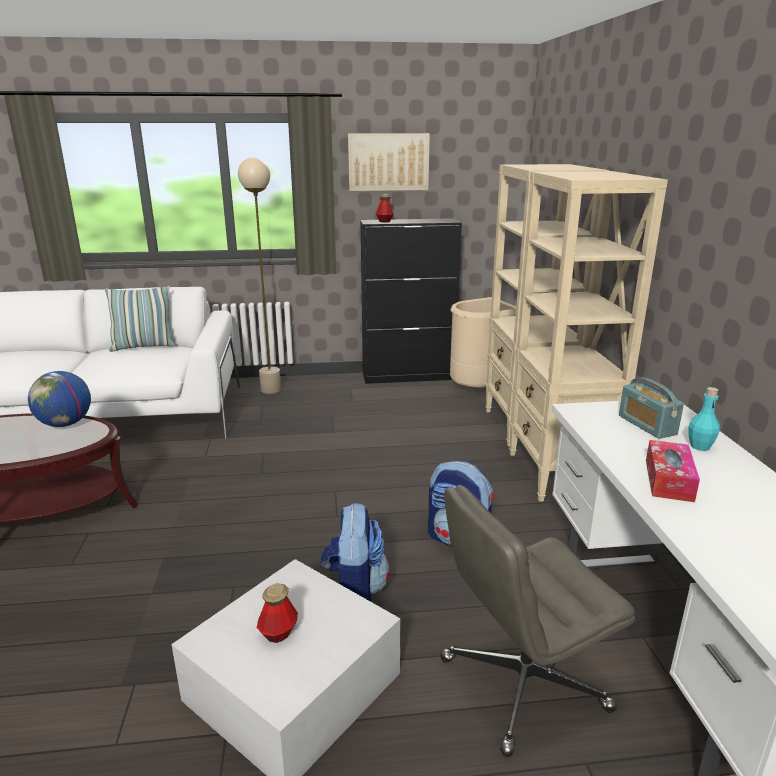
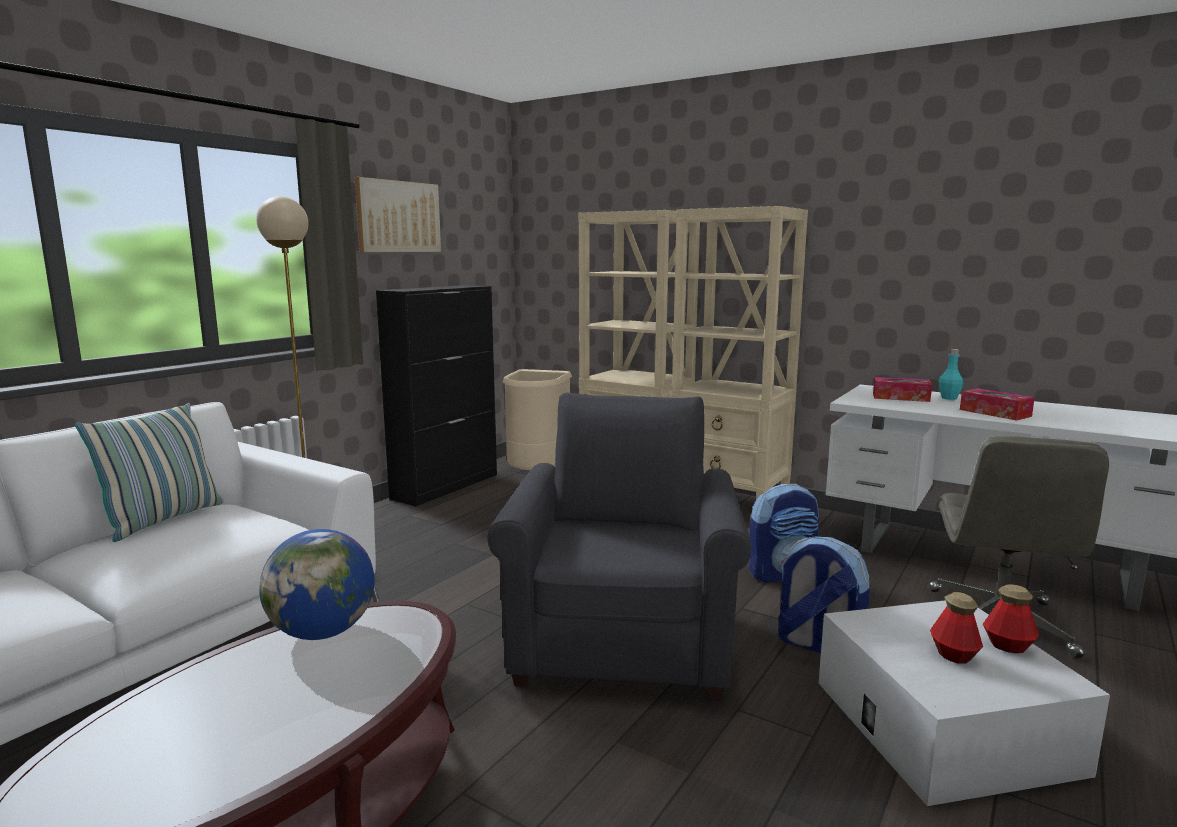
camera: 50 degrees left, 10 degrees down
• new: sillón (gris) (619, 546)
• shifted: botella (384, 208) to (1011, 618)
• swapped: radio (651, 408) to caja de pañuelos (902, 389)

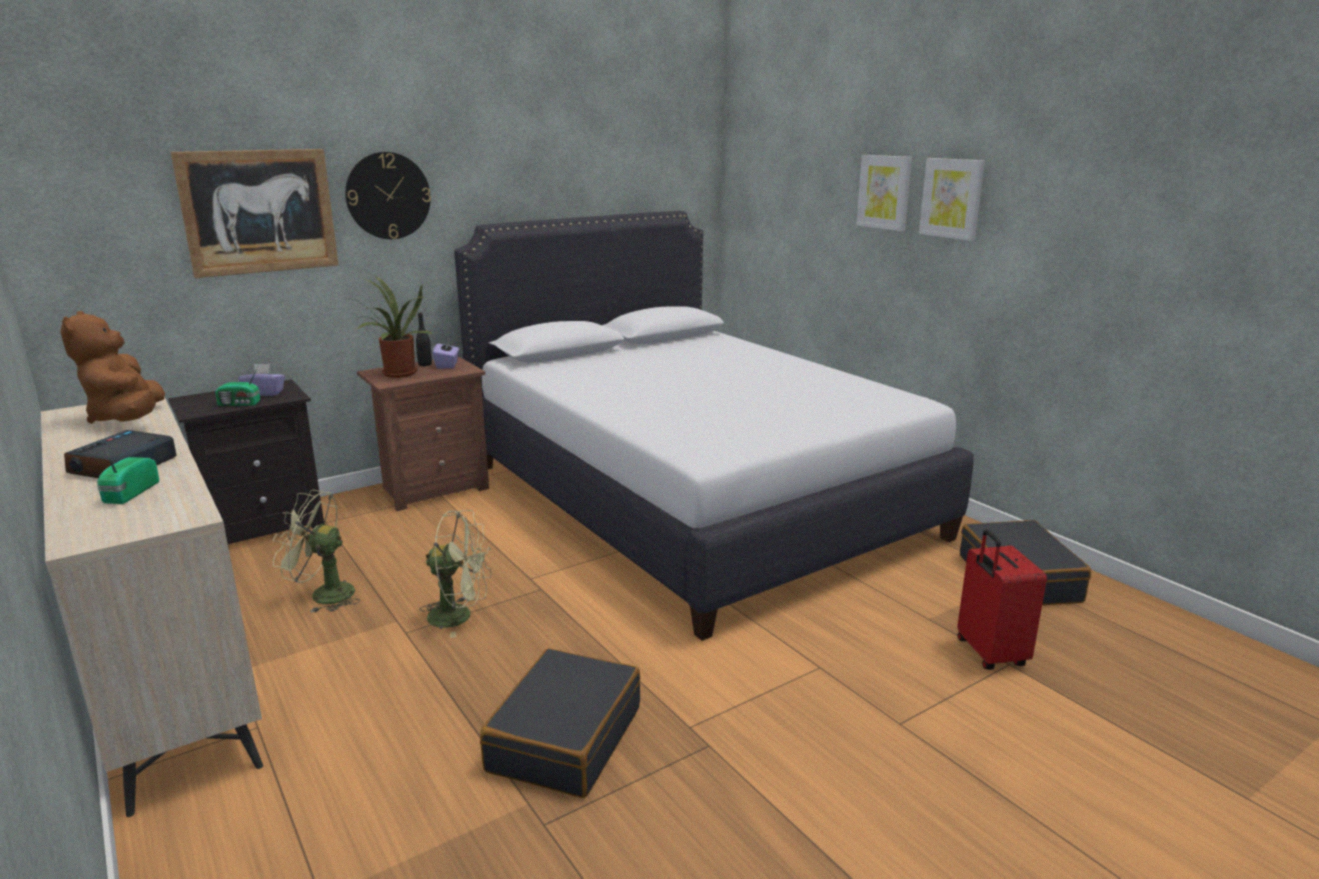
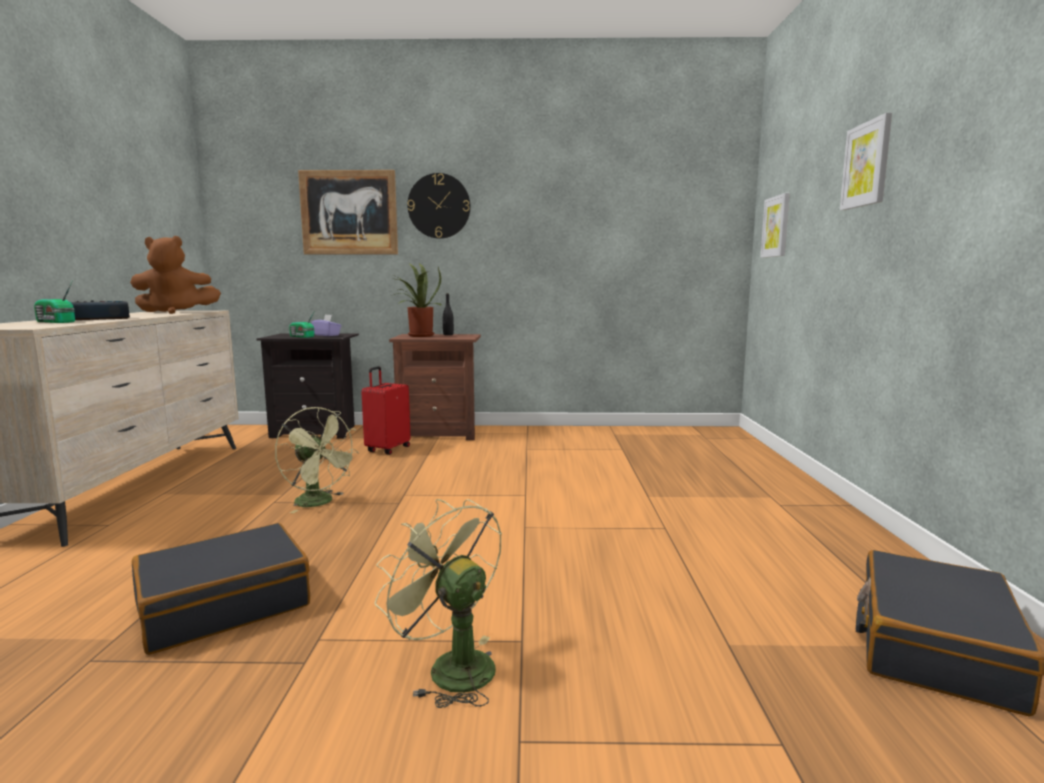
camera: 35 degrees right, 10 degrees down
• gone: caja de pañuelos (morado) (446, 353)
• gone: cama (blanco) (713, 426)
• shifted: ventilador (verde) (316, 551) to (438, 603)
• shifted: cuadro (952, 199) to (775, 225)
• shifted: maleta (rojo) (1002, 599) to (386, 410)
• rotated: peluche (marrón) (112, 367) = (175, 275) 120 degrees counterclockwise
• rotated: radio (128, 477) = (54, 302) 105 degrees counterclockwise

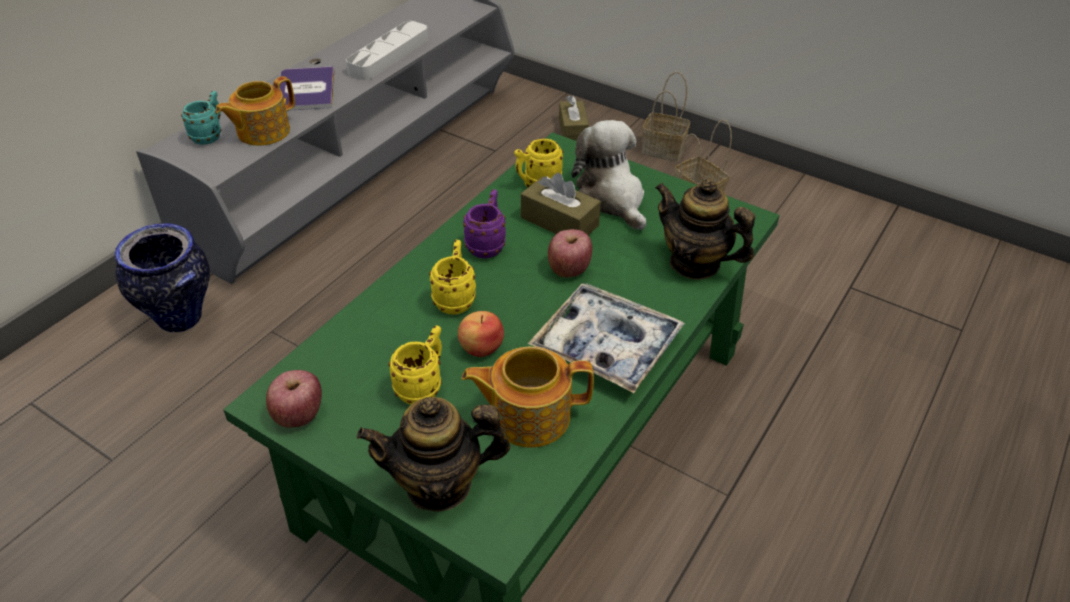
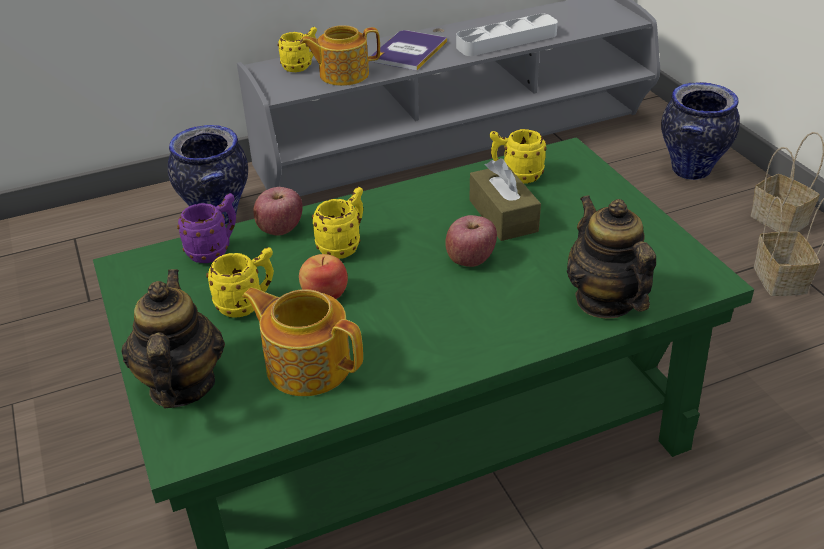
camera: 35 degrees right, 5 degrees down
• gone: bandeja (606, 338)
• gone: peluche (609, 175)
• shifted: manzana (294, 399) to (278, 211)
• shifted: taza grande (morado) (484, 223) to (206, 228)
• swapped: caja de pañuelos (marrón) (574, 118) to florero (700, 131)
• repainted: taza grande (turquesa) (201, 118) to taza grande (amarillo) (297, 49)
• rotated: tetera (433, 454) = (173, 339) 60 degrees clockwise

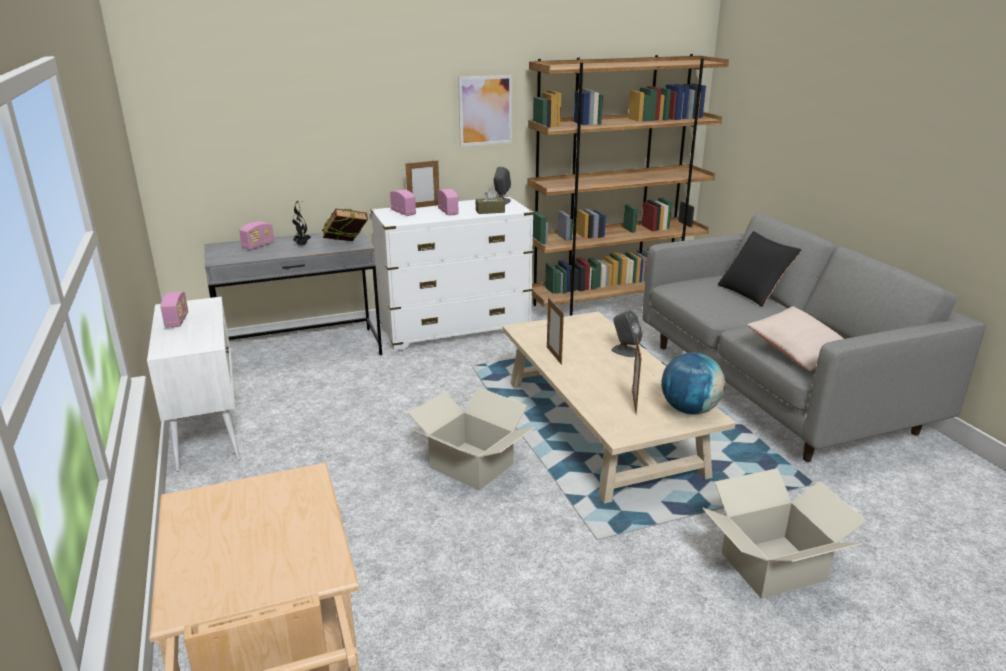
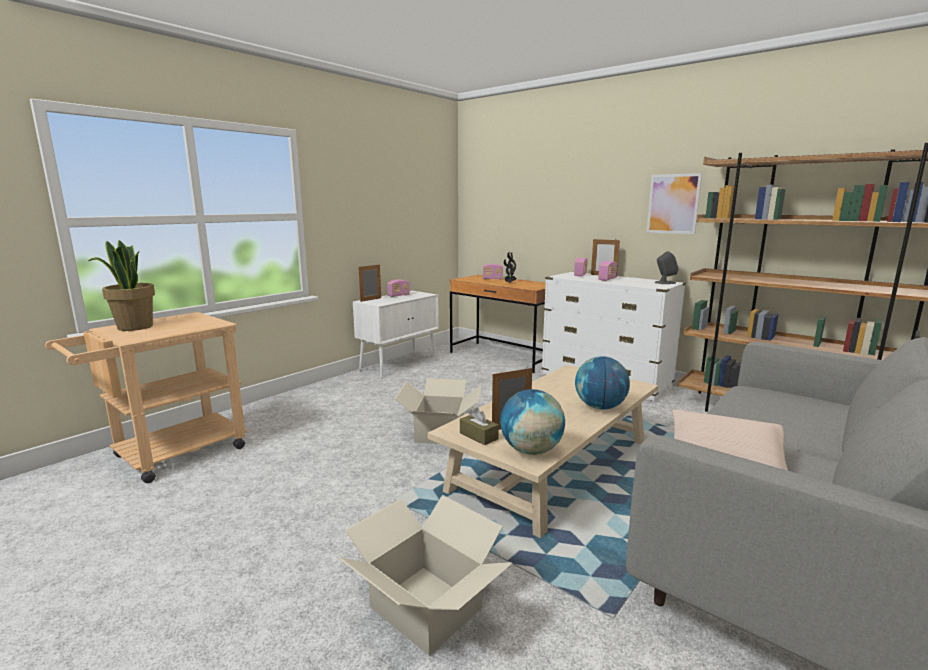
camera: 60 degrees right, 10 degrees down
• gone: libro (345, 224)
• gone: cojín (negro) (760, 269)
• new: planta en maceta (122, 285)
• shifted: caja de pañuelos (marrón) (490, 201) to (479, 426)
• shifted: portarretratos (555, 331) to (369, 283)
• swapped: altavoz (gris) (627, 333) to globo terráqueo (602, 383)
• repainted: escritorio (gris) (293, 292) to escritorio (marrón) (498, 324)

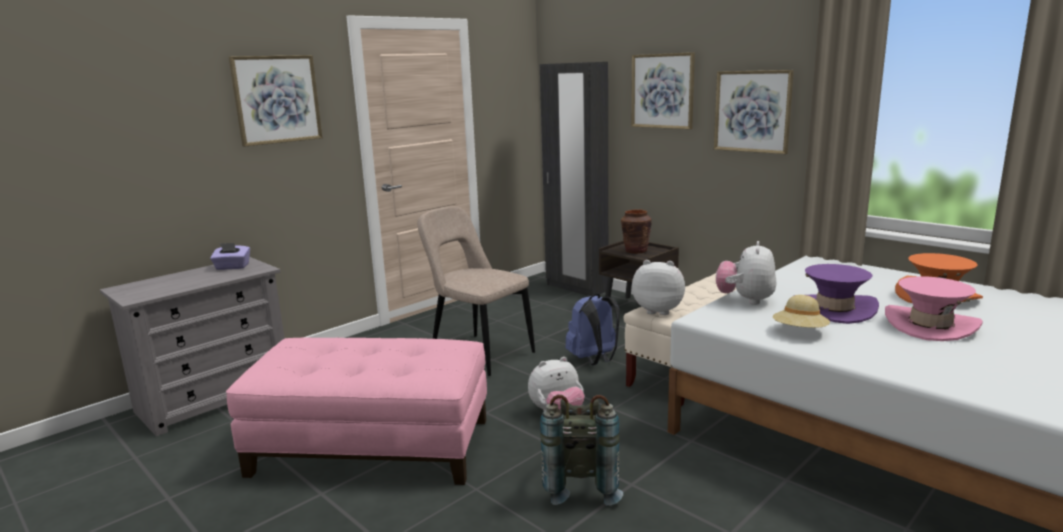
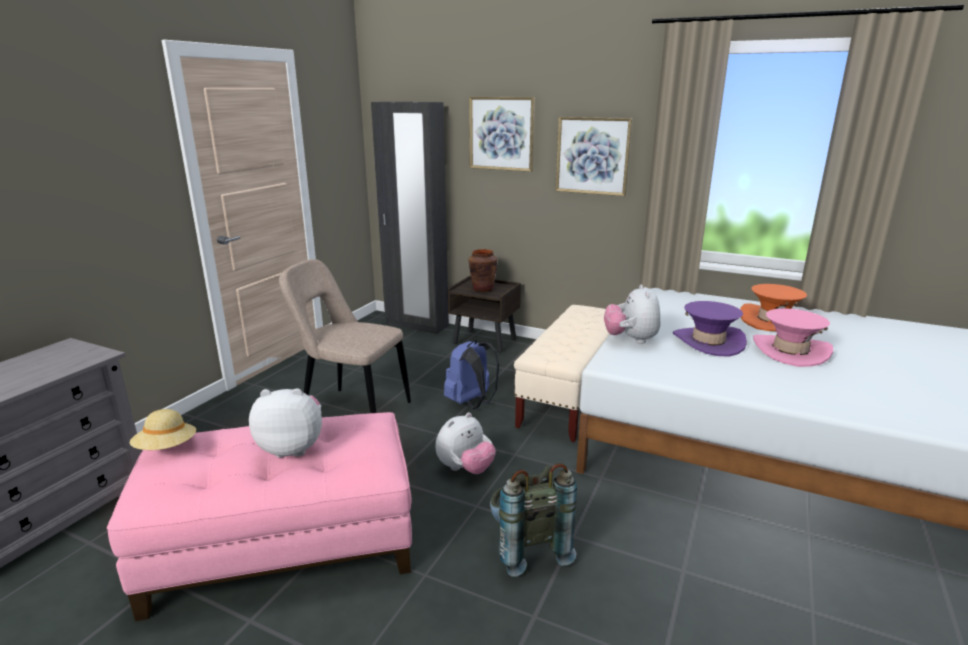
camera: 20 degrees left, 5 degrees up
• gone: caja de pañuelos (morado) (230, 256)
• gone: cuadro (275, 101)
• shifted: peluche (658, 287) to (285, 422)
• shifted: sombrero (beis) (801, 311) to (163, 429)

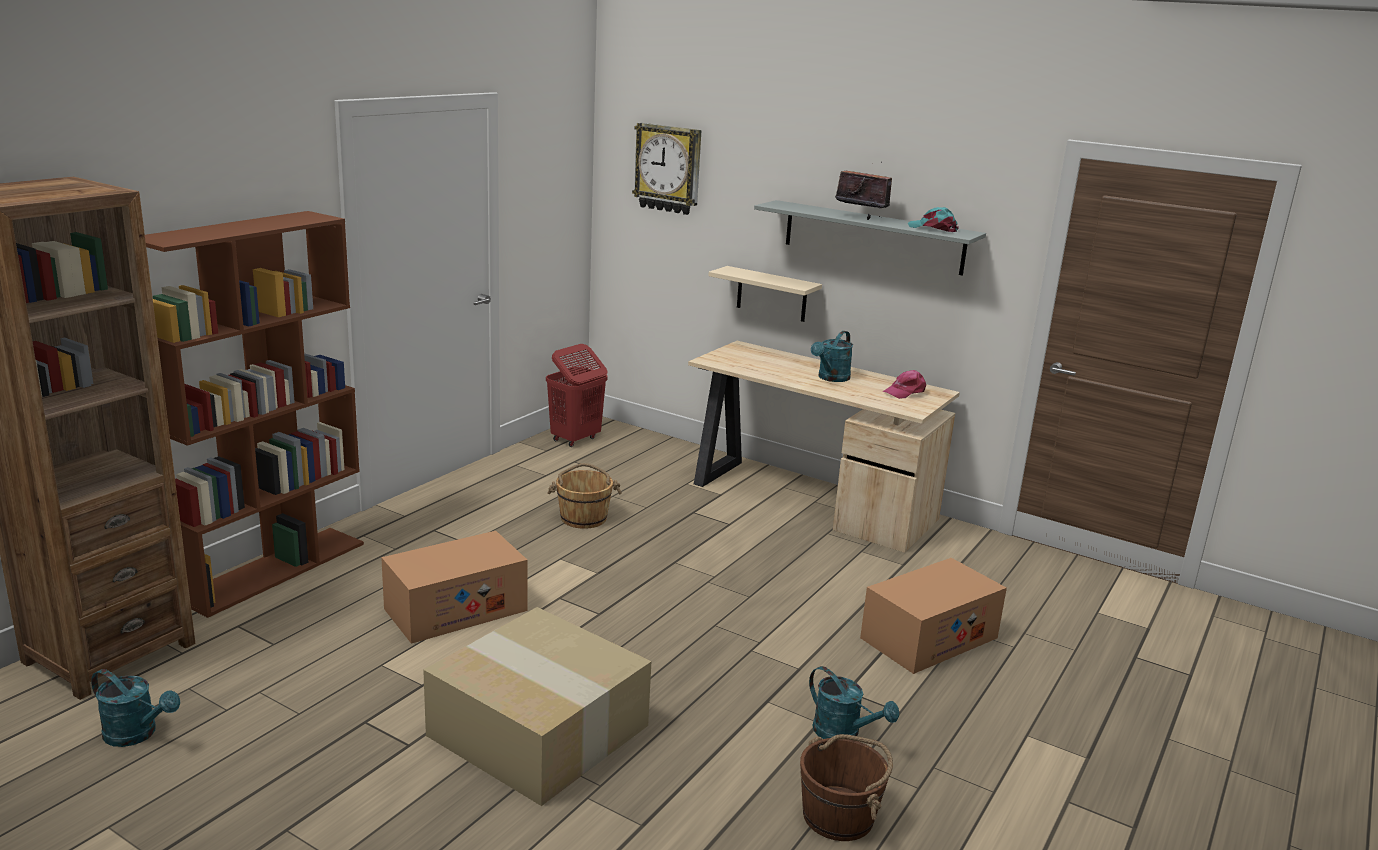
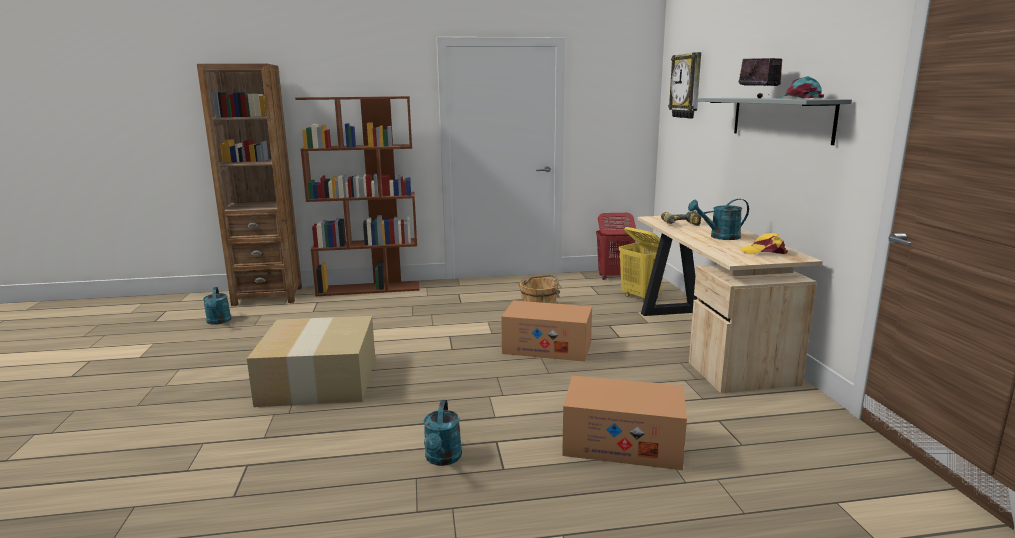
camera: 50 degrees right, 5 degrees down
• gone: estante (beis) (765, 294)
• gone: cubo (marrón) (846, 787)
• new: cesto de la ropa (amarillo) (641, 264)
• new: taladro (681, 218)
• shifted: caja de cartón (454, 587) to (546, 331)
• repainted: gorra (rosa) (904, 384) to gorra (amarillo) (764, 244)

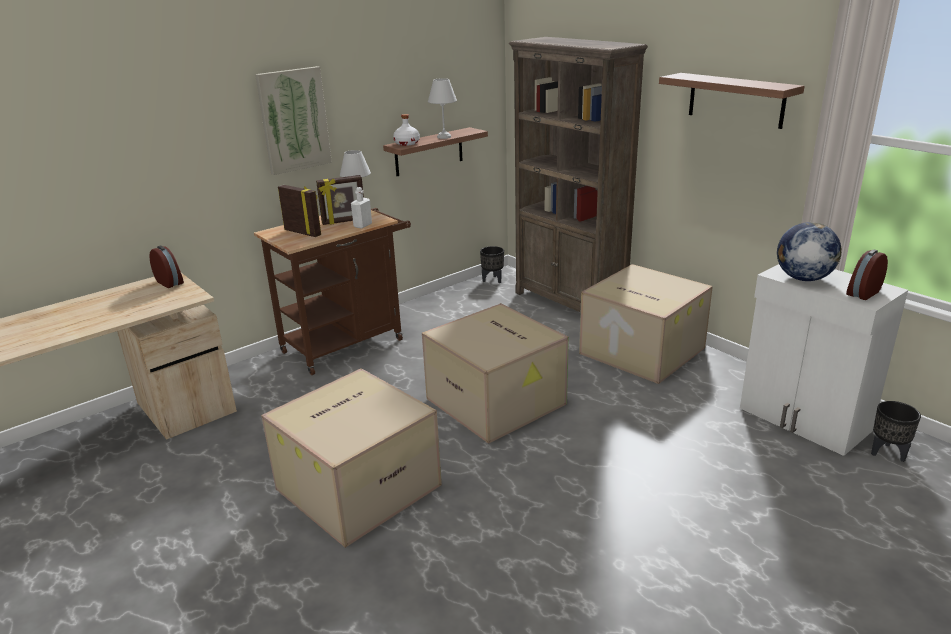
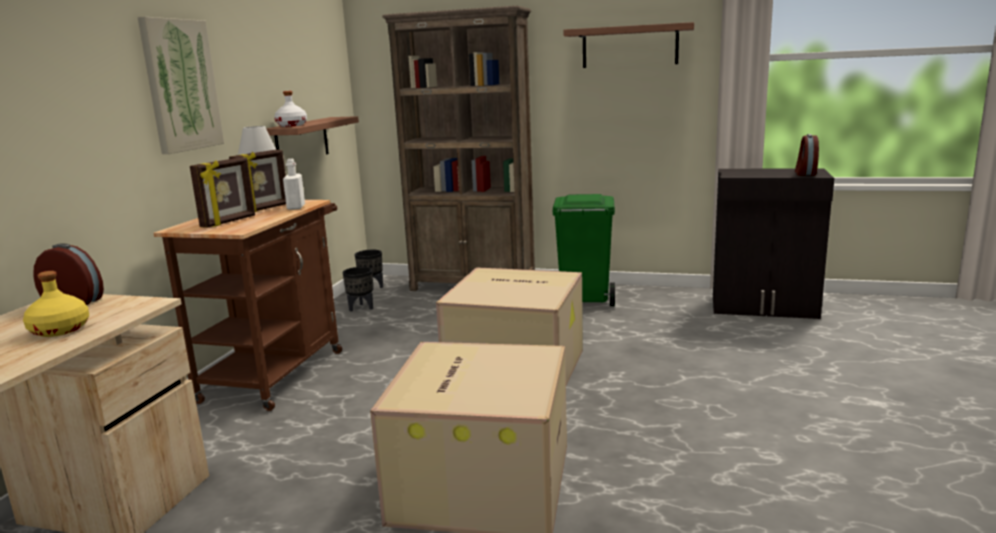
camera: 35 degrees left, 10 degrees down
• gone: lámpara de mesa (blanco) (442, 108)
• gone: globo terráqueo (809, 251)
• new: botella (amarillo) (56, 304)
• shifted: maceta (negro) (896, 431) to (358, 289)
• swapped: caja de cartón (646, 324) to papelera (verde) (583, 250)
• repainted: armario (blanco) (824, 360) to armario (negro) (773, 243)
• rotated: portarretratos (299, 211) = (222, 192) 120 degrees clockwise

